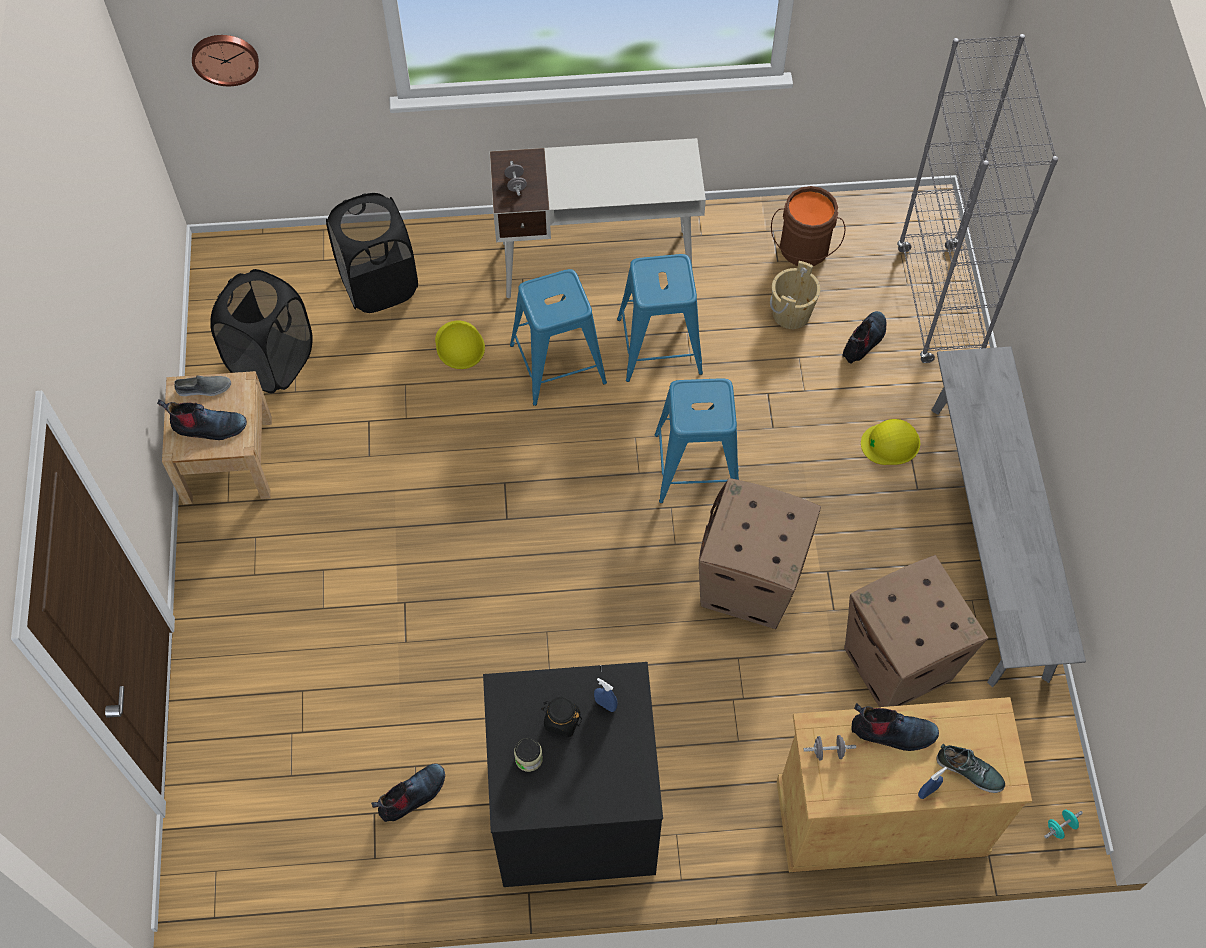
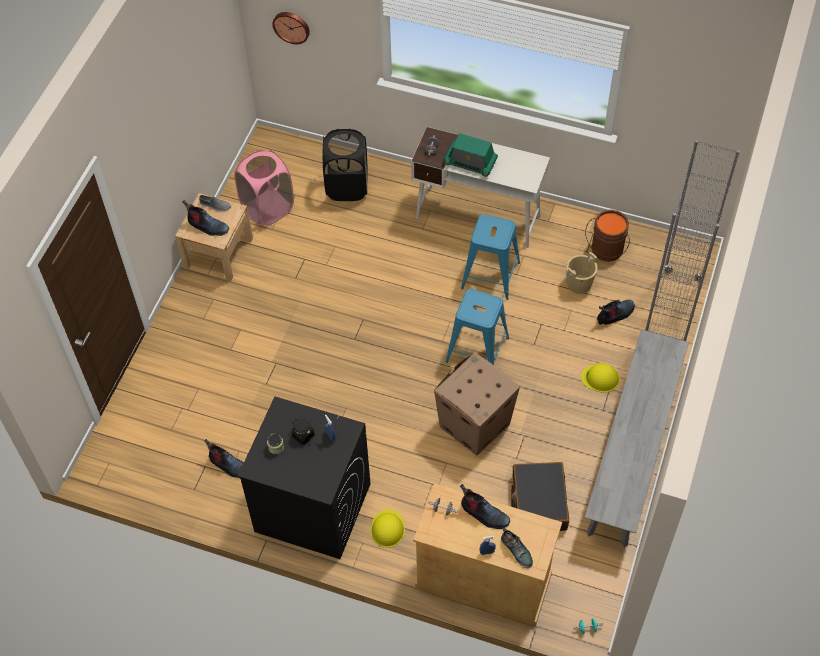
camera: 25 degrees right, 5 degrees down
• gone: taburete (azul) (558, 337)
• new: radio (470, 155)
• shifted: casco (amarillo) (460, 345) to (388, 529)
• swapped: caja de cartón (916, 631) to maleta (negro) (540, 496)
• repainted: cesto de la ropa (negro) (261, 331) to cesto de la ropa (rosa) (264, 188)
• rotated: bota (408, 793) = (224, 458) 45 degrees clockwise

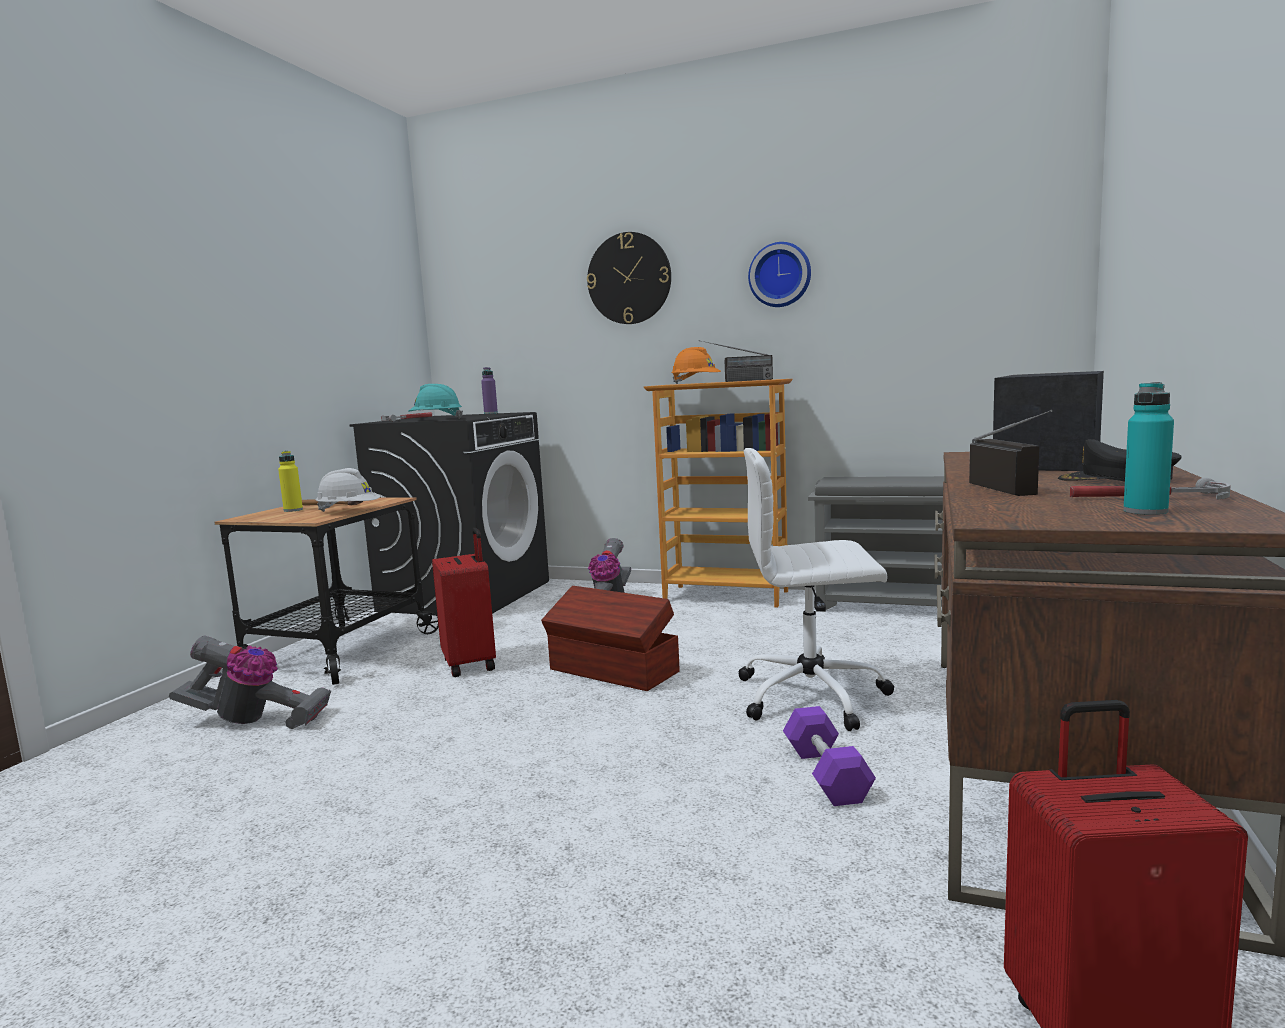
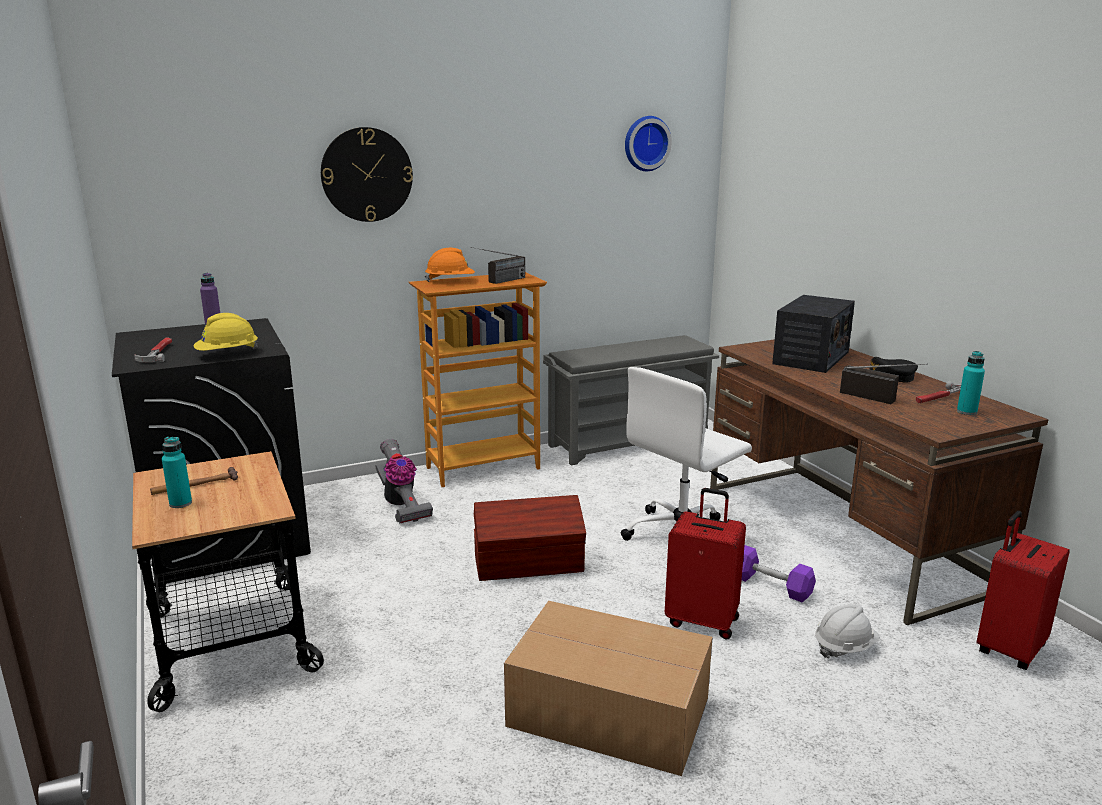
camera: 45 degrees left, 10 degrees up
• gone: aspiradora (250, 682)
• new: caja de cartón (608, 688)
• shifted: casco (blanco) (348, 490) to (847, 631)
• shifted: maleta (rojo) (464, 602) to (705, 564)
• shifted: reloj de pared (779, 274) to (648, 143)
• repainted: botella (amarillo) (290, 481) to botella (turquesa) (177, 472)
• repainted: casco (turquesa) (435, 401) to casco (amarillo) (226, 332)
• rotated: radio (1048, 421) = (813, 334) 135 degrees counterclockwise

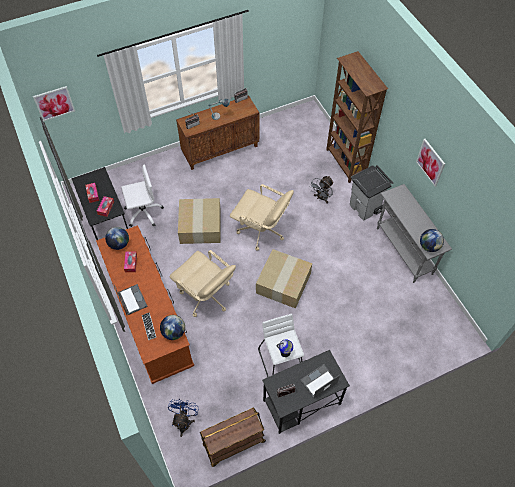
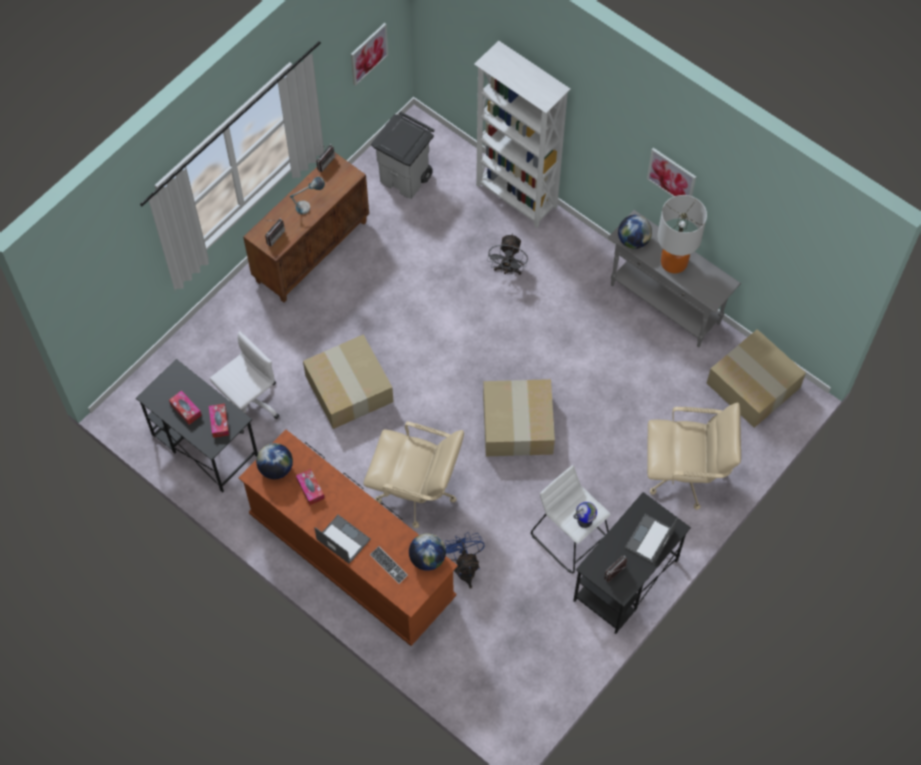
camera: 25 degrees left, 5 degrees up
• gone: carrito (marrón) (233, 437)
• new: lámpara de mesa (682, 234)
• new: caja de cartón (756, 378)
• shifted: cuadro (54, 103) to (369, 54)
• shifted: ventilador (azul) (183, 418) to (465, 560)
• shifted: silla de oficina (beis) (262, 217) to (694, 456)
• shifted: papelera (gris) (371, 192) to (403, 155)
• shifted: globo terráqueo (432, 240) to (635, 232)
• repainted: estantería (marrón) (357, 117) to estantería (blanco) (522, 134)

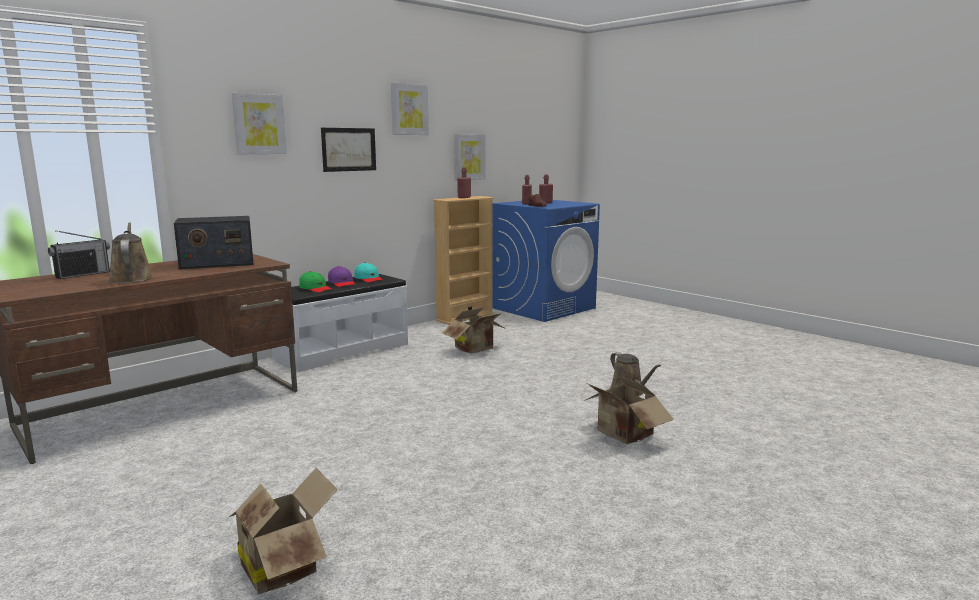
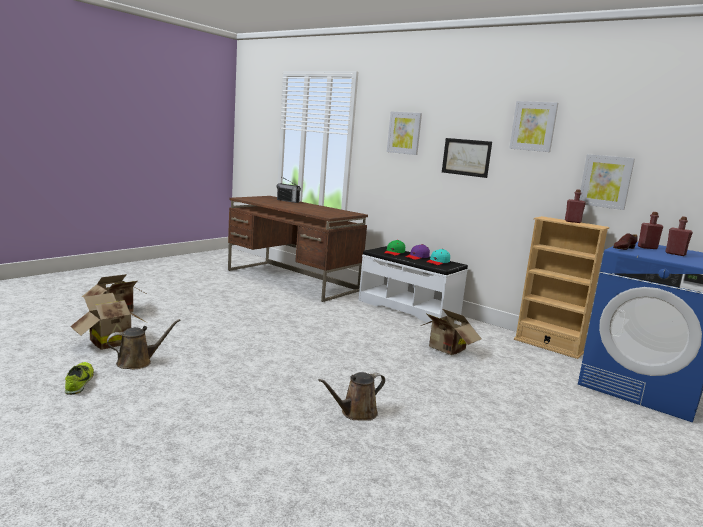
camera: 80 degrees right, 0 degrees up
• gone: radio (214, 242)
• new: zapato (79, 378)
• shifted: regadera (marrón) (131, 252) to (144, 344)
• shifted: caja de cartón (629, 409) to (107, 321)

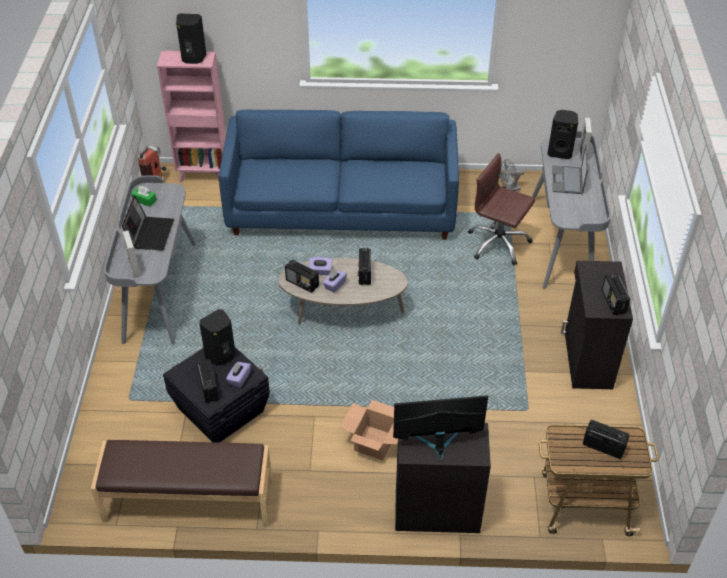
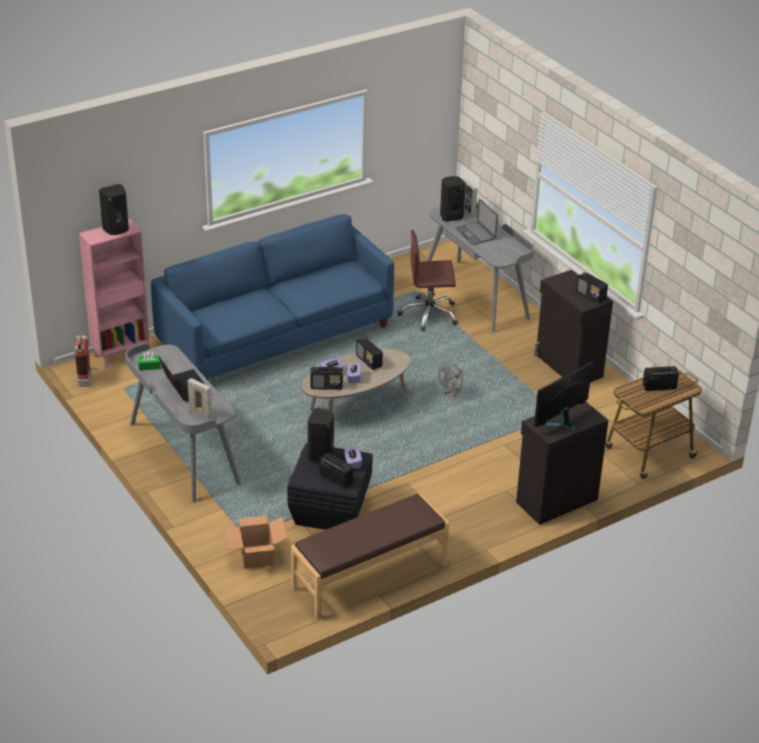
camera: 35 degrees left, 10 degrees down
• shifted: caja de cartón (369, 430) to (256, 542)
• shifted: ventilador (gris) (512, 175) to (450, 379)

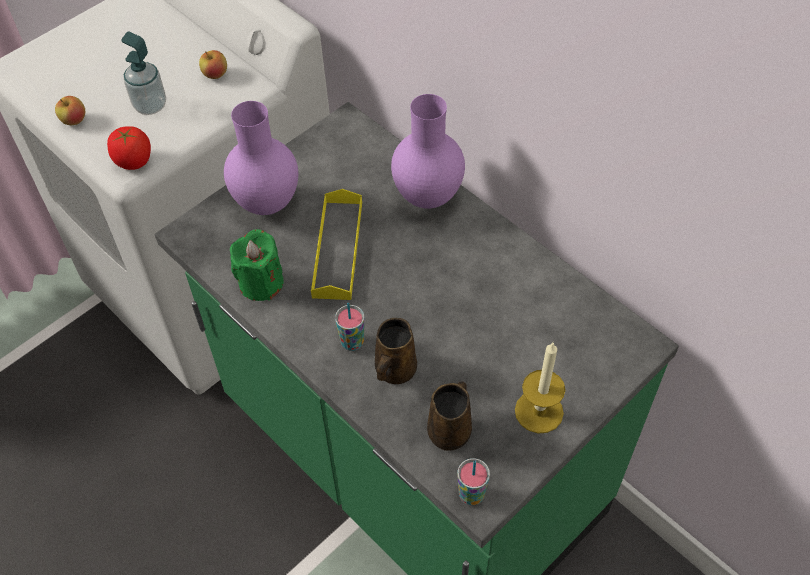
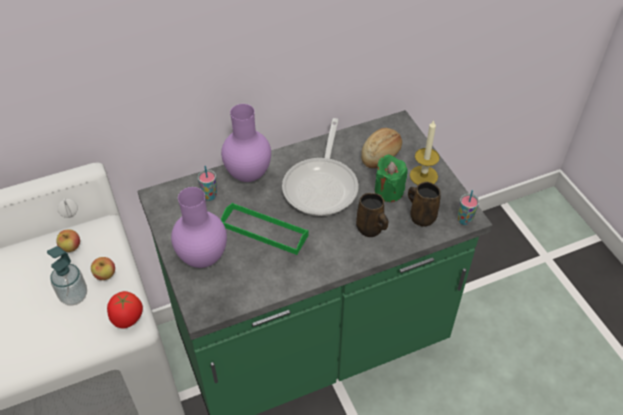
camera: 70 degrees left, 5 degrees down
• new: sartén (320, 167)
• new: pan (381, 148)
• shifted: manzana (70, 110) to (103, 268)
• shifted: vela (verde) (257, 265) to (391, 178)
• shifted: taza (350, 326) to (207, 183)
• repainted: bandeja (amarillo) (336, 244) to bandeja (verde) (265, 229)

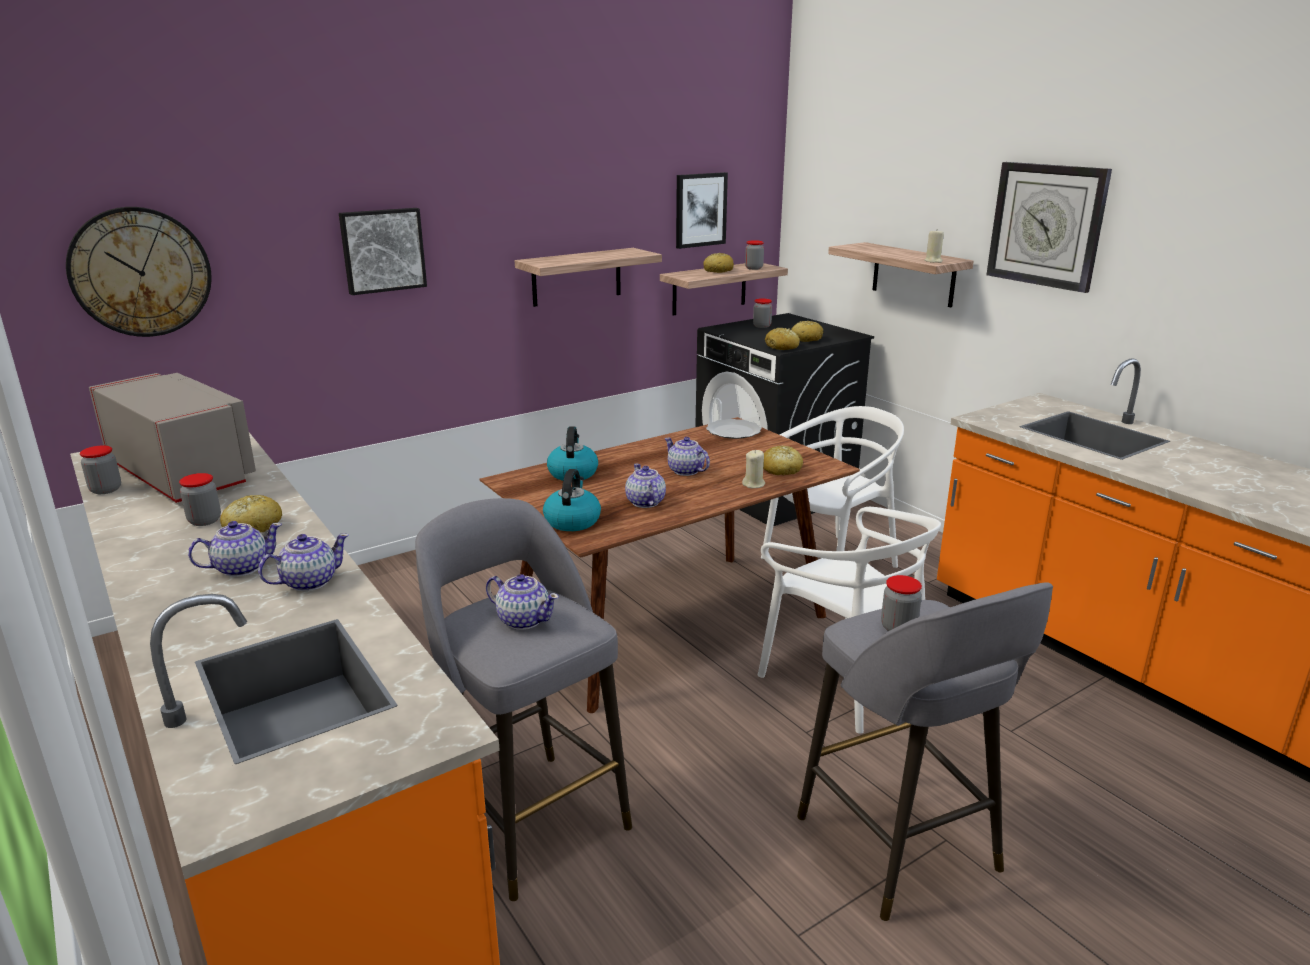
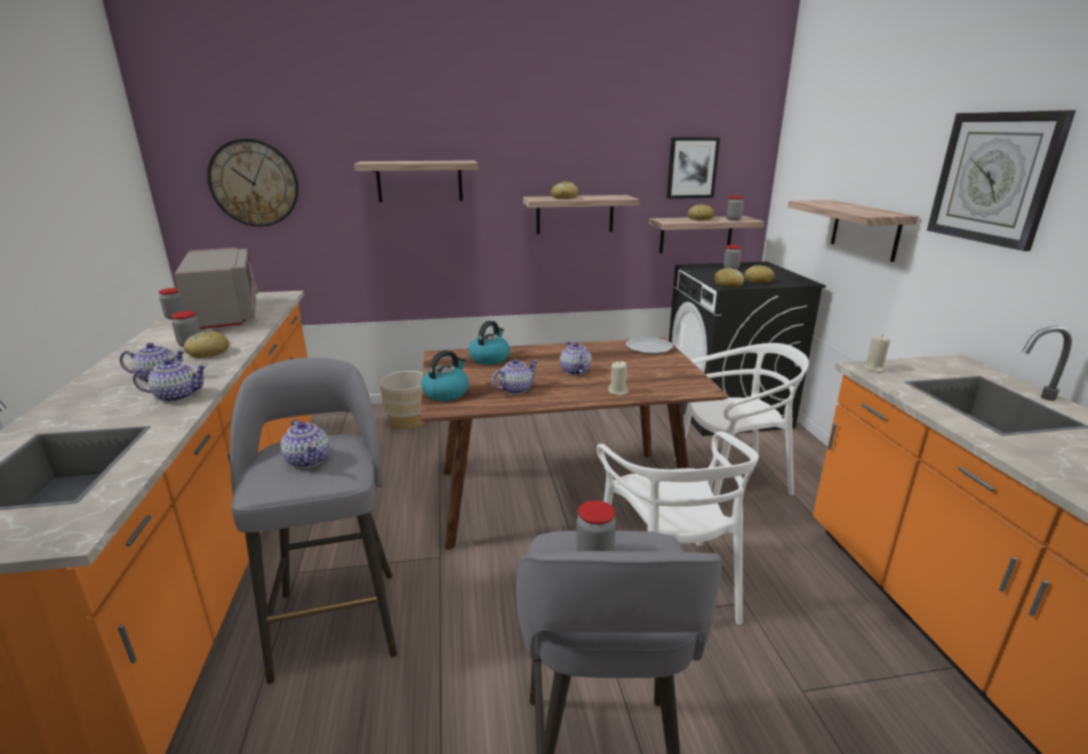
camera: 25 degrees right, 0 degrees up
• new: maceta (beis) (403, 400)
• shifted: pan (783, 461) to (565, 190)
• shifted: vela (beis) (934, 247) to (876, 353)
• swapped: cuadro (383, 251) to estante (416, 181)
• rotated: tetera (645, 486) = (515, 376) 45 degrees clockwise

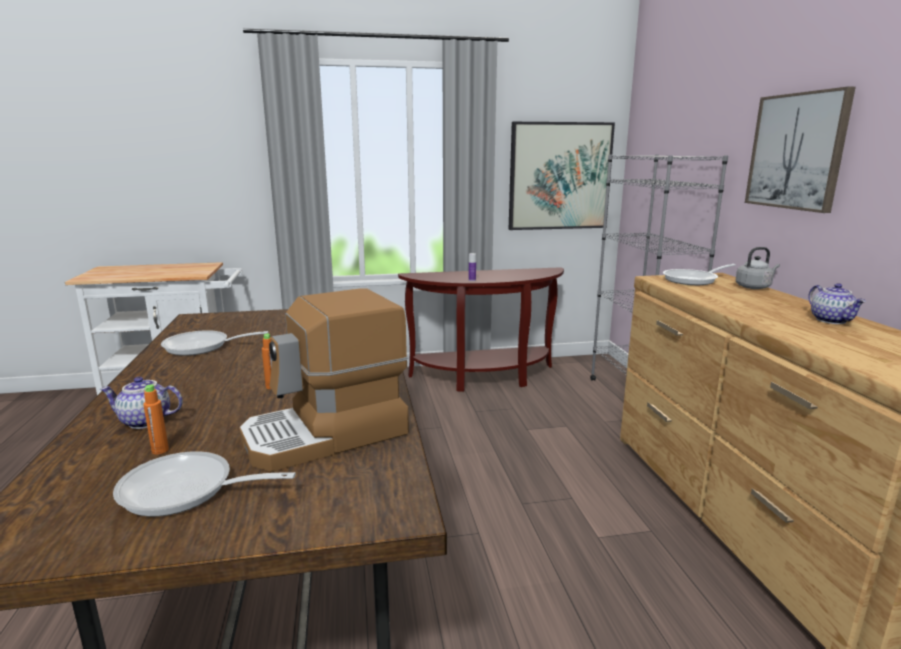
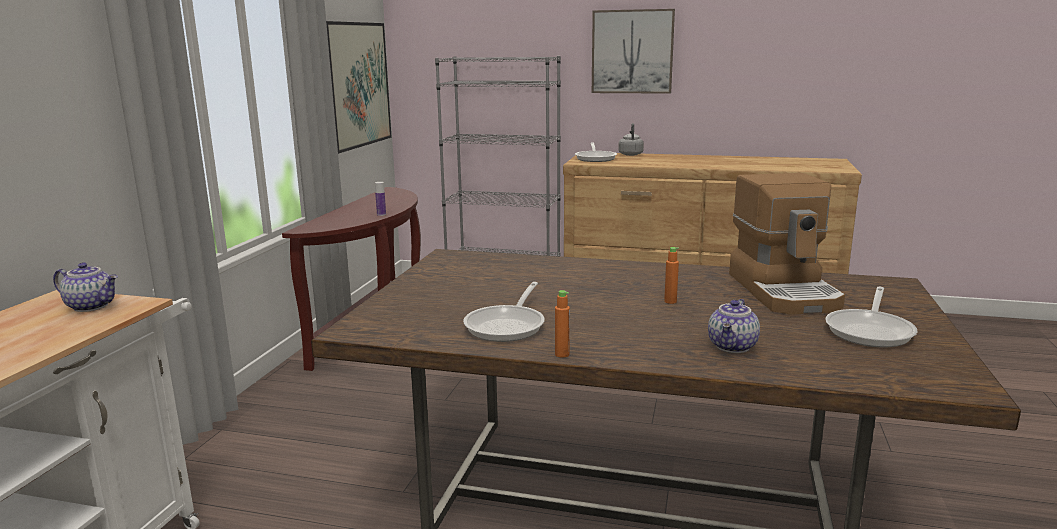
camera: 65 degrees left, 0 degrees up
• shifted: botella (naranja) (156, 419) to (562, 324)
• shifted: tetera (837, 303) to (85, 287)

